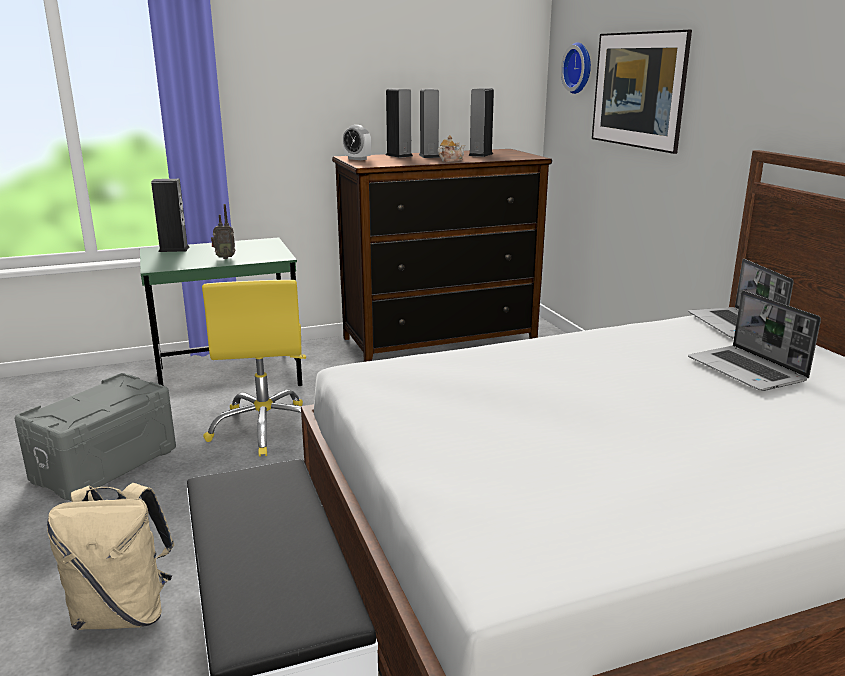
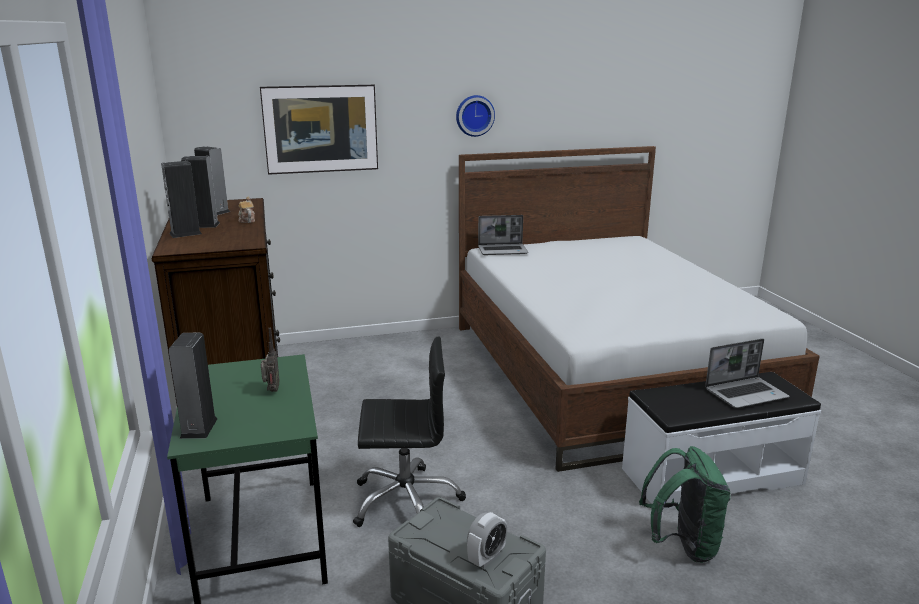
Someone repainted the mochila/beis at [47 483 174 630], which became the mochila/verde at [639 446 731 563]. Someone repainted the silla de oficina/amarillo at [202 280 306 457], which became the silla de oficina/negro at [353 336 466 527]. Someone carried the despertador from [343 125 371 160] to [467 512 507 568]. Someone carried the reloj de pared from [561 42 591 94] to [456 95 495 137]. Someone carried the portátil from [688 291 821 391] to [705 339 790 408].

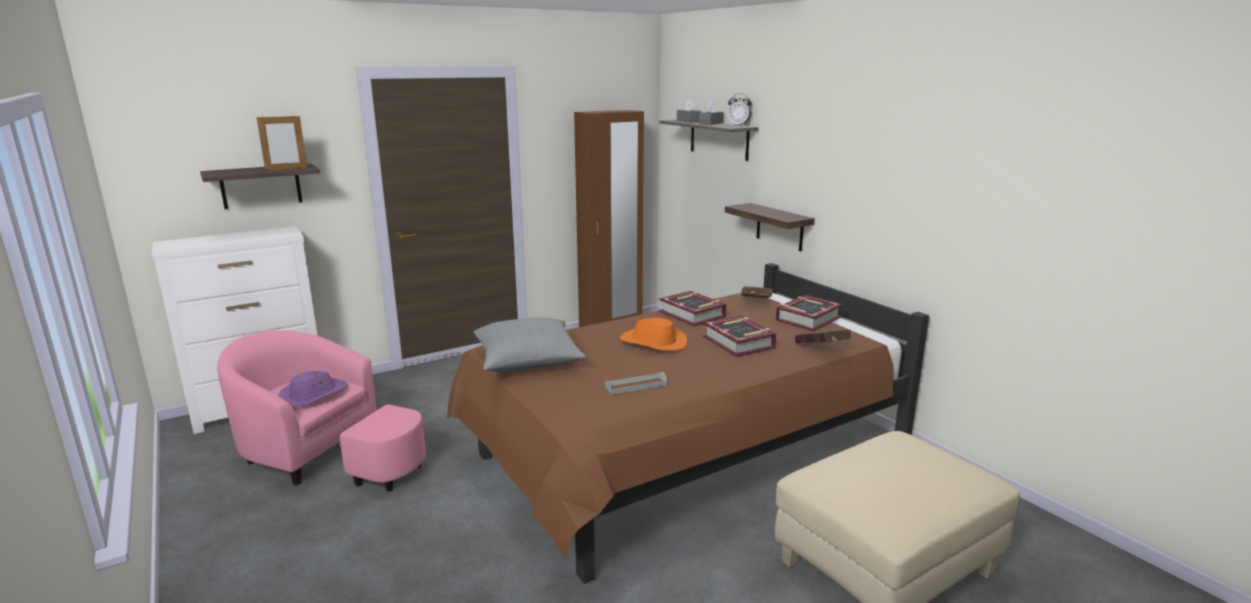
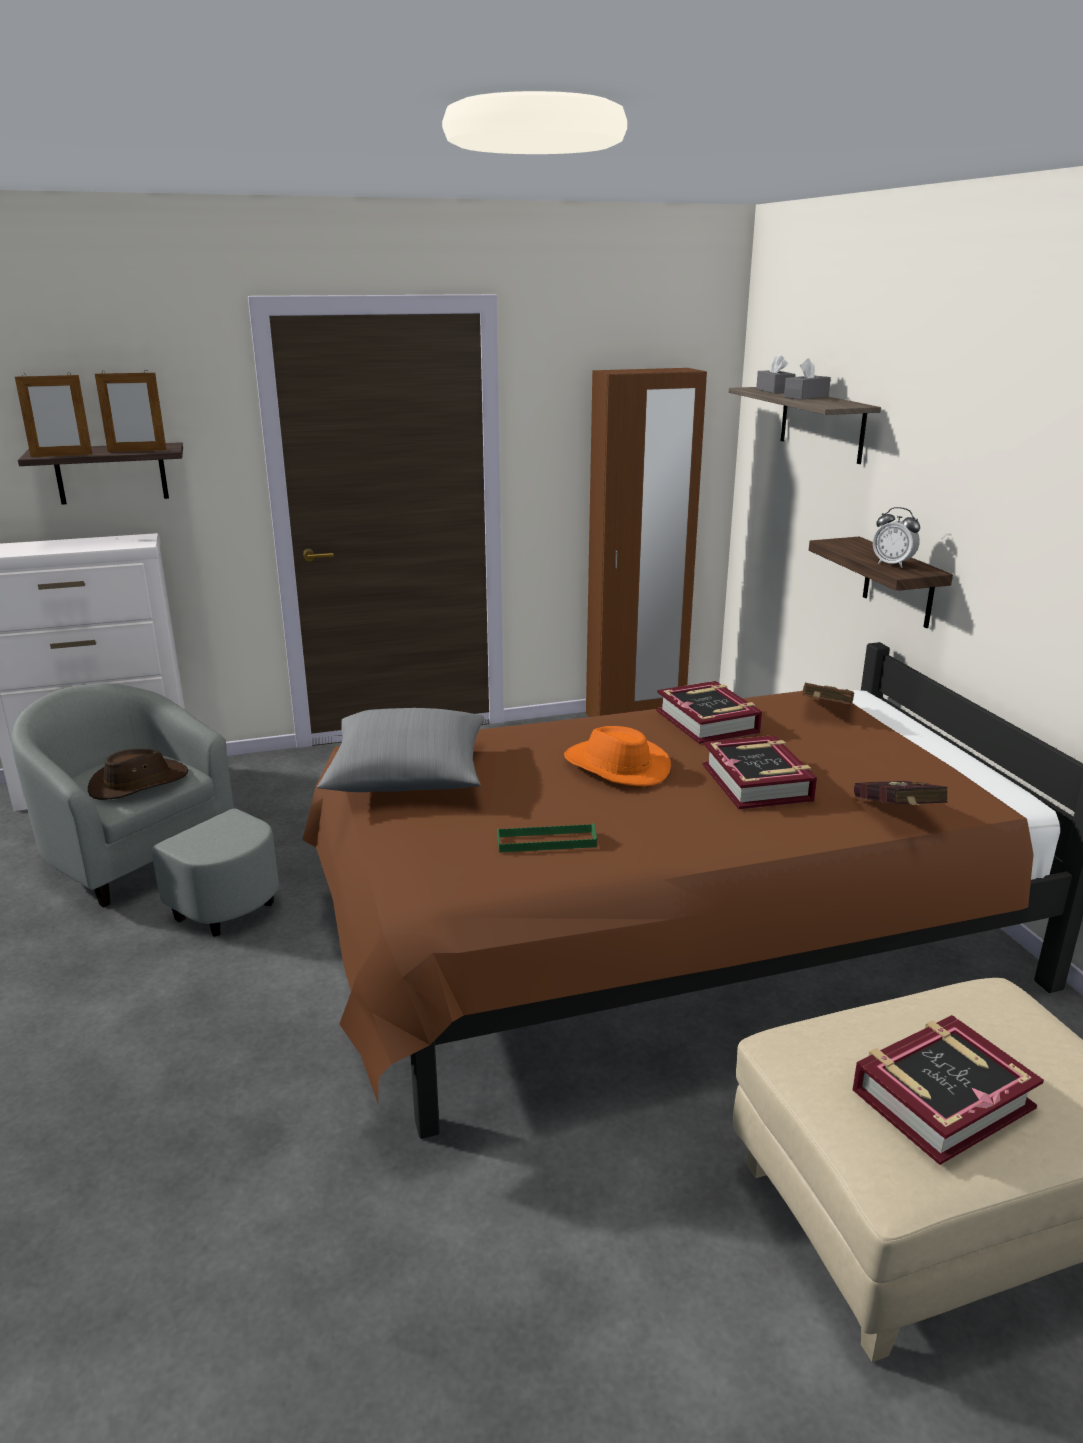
Someone repainted the sillón/rosa at [217 331 426 492], which became the sillón/gris at [11 683 279 937]. Someone repainted the sombrero/morado at [278 371 348 408], which became the sombrero/marrón at [88 749 188 800]. Someone repainted the bandeja/gris at [605 372 668 395], which became the bandeja/verde at [497 823 597 853]. Someone carried the despertador from [727 93 752 126] to [873 507 920 568]. Someone carried the libro from [776 295 843 331] to [852 1015 1044 1165]. Someone put down the portarretratos at [15 372 92 457].

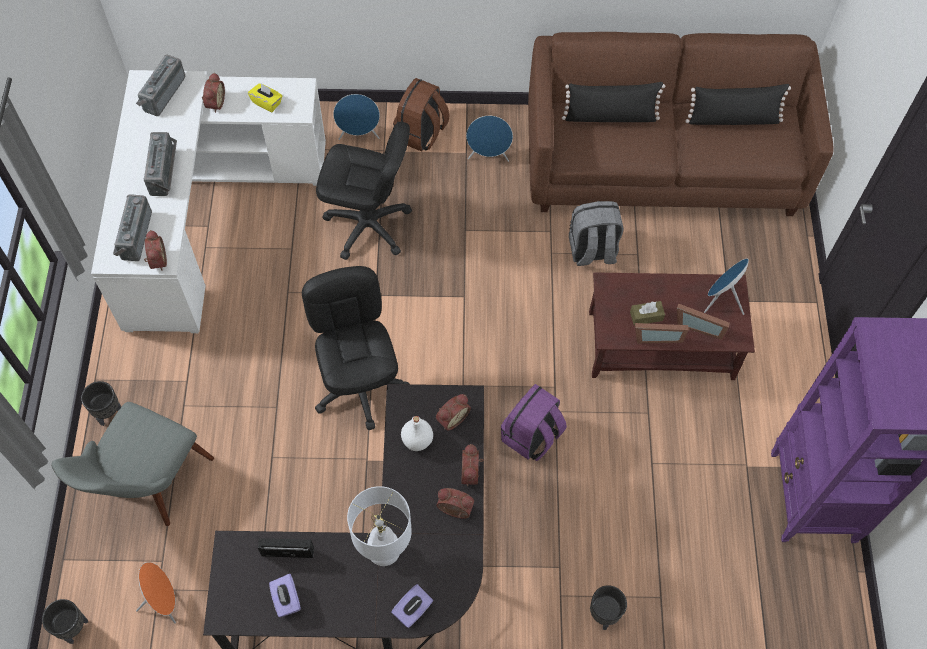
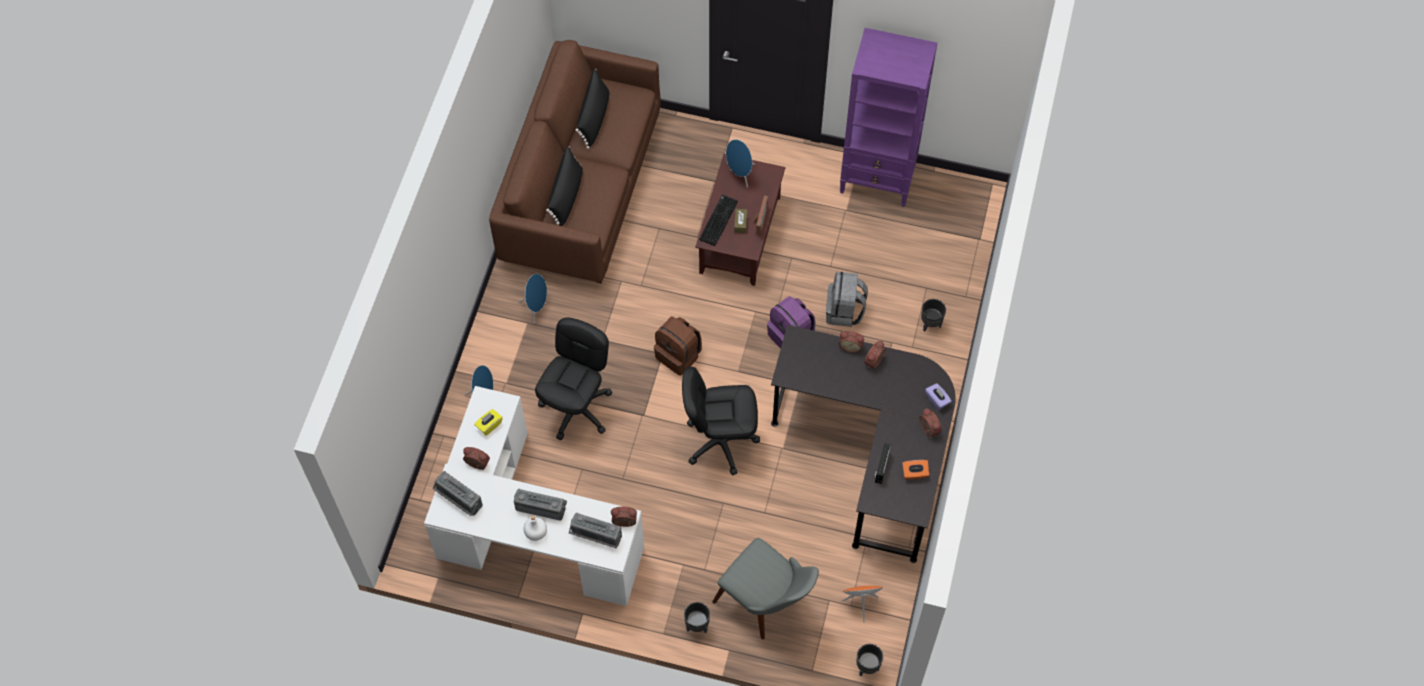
Someone repainted the caja de pañuelos/morado at [269 574 301 617], which became the caja de pañuelos/naranja at [902 460 929 479]. Someone took away the lámpara de mesa/blanco at [347 486 412 566]. Someone carried the mochila/marrón from [393 78 450 152] to [654 316 702 375]. Someone carried the botella/blanco from [401 416 433 451] to [524 515 547 541]. Someone carried the despertador from [436 394 471 430] to [919 409 942 437]. Someone carried the mochila/gris from [569 201 624 266] to [826 272 868 327]. Someone took away the portarretratos at [677 303 730 340]. Someone put down the teclado at [699 195 738 246].

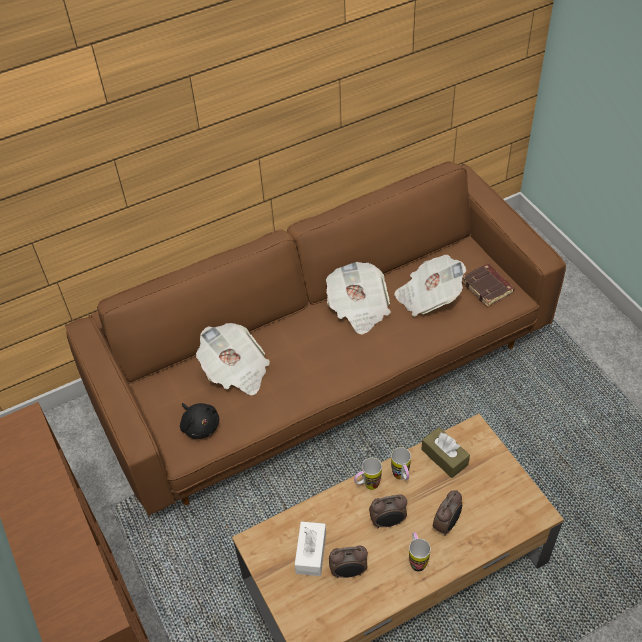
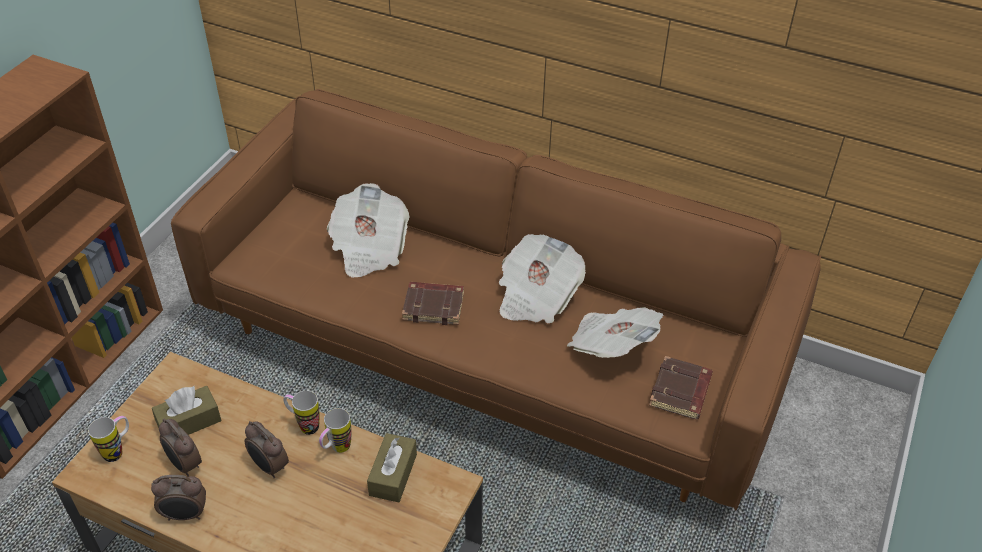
Someone took away the peluche/negro at [180 403 219 439]. Someone repainted the caja de pañuelos/blanco at [295 521 326 576], which became the caja de pañuelos/marrón at [152 386 222 435]. Someone carried the taza grande from [409 532 431 572] to [88 416 129 462]. Someone carried the despertador from [433 490 462 536] to [151 475 206 521]. Someone put down the libro/marrón at [402 282 464 325].

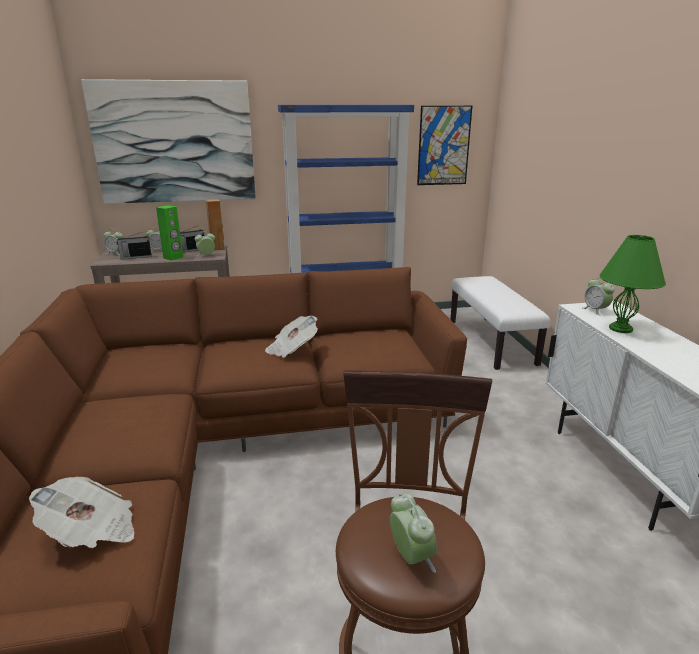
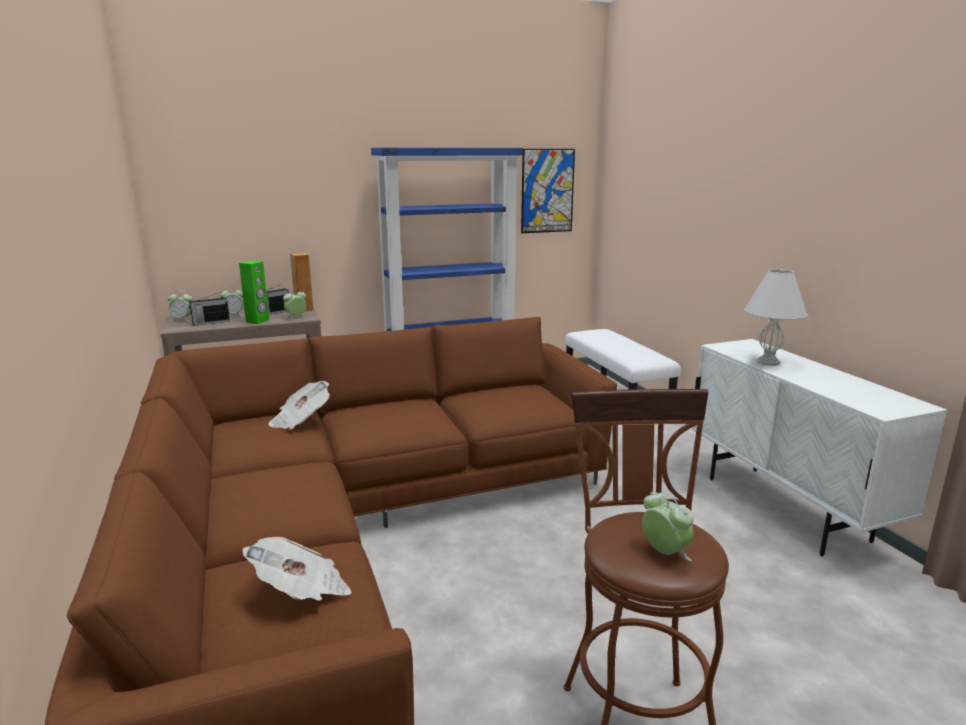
Someone took away the cuadro at [81 79 256 204]. Someone carried the periódico from [265 316 318 358] to [269 381 330 430]. Someone took away the despertador at [582 277 615 316]. Someone repainted the lámpara de mesa/verde at [599 235 666 333], which became the lámpara de mesa/blanco at [744 269 808 366].

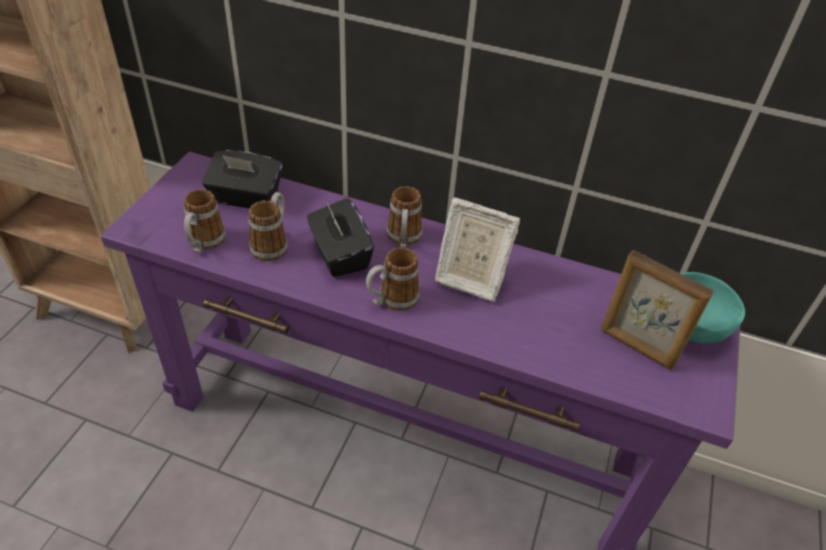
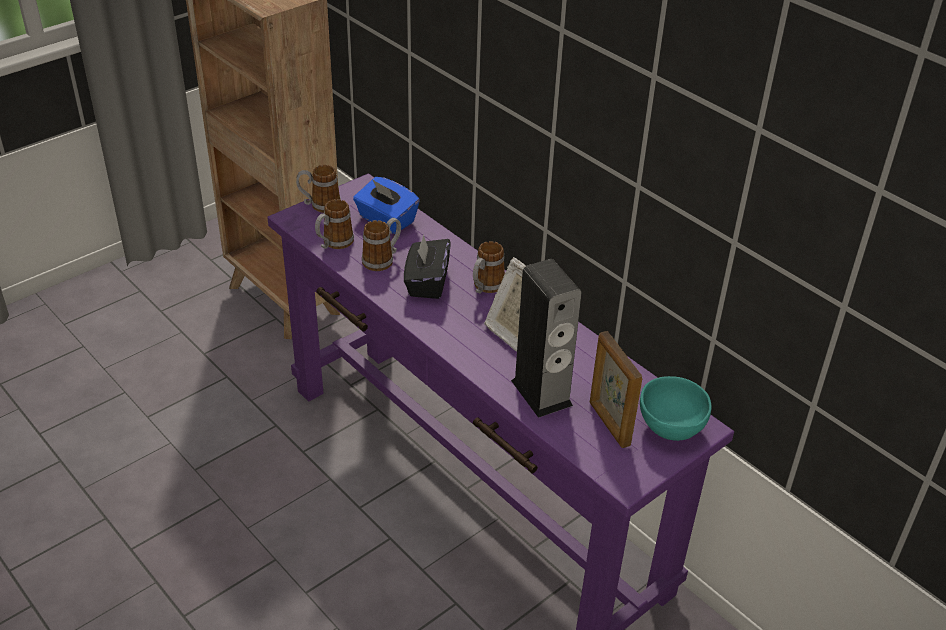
Someone repainted the caja de pañuelos/negro at [202 150 282 209], which became the caja de pañuelos/azul at [353 177 420 234]. Someone carried the taza grande from [366 247 420 311] to [296 165 341 213]. Someone put down the altavoz at [511 259 582 418].

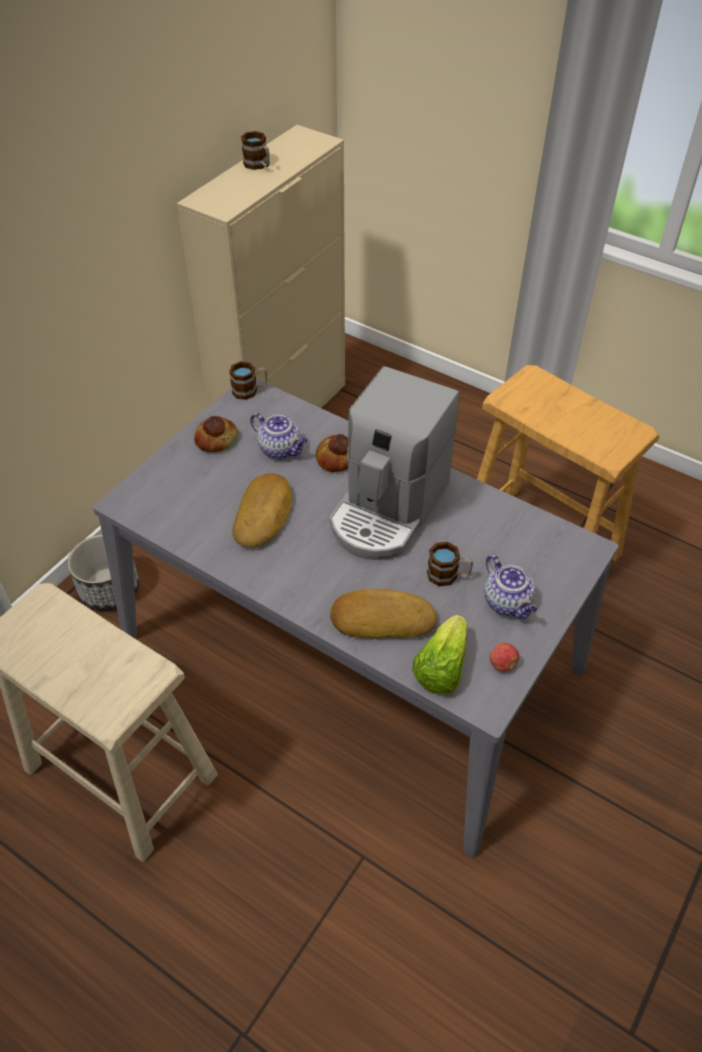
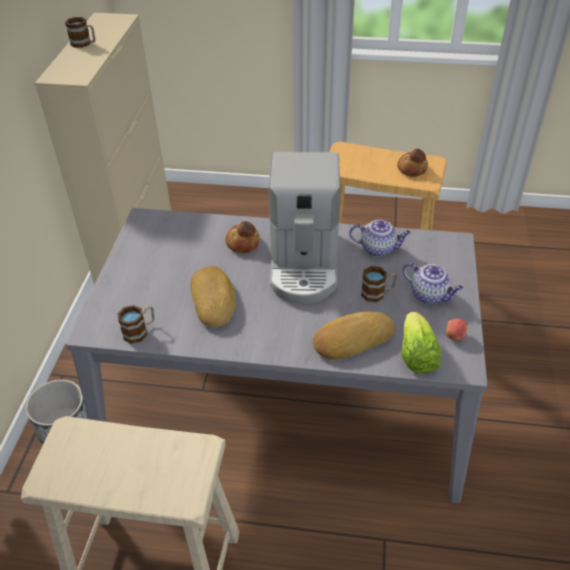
Someone carried the pan from [194 416 238 452] to [397 149 428 177]. Someone carried the taza grande from [229 361 267 400] to [117 305 155 344]. Someone carried the tetera from [250 413 307 459] to [349 220 411 257].

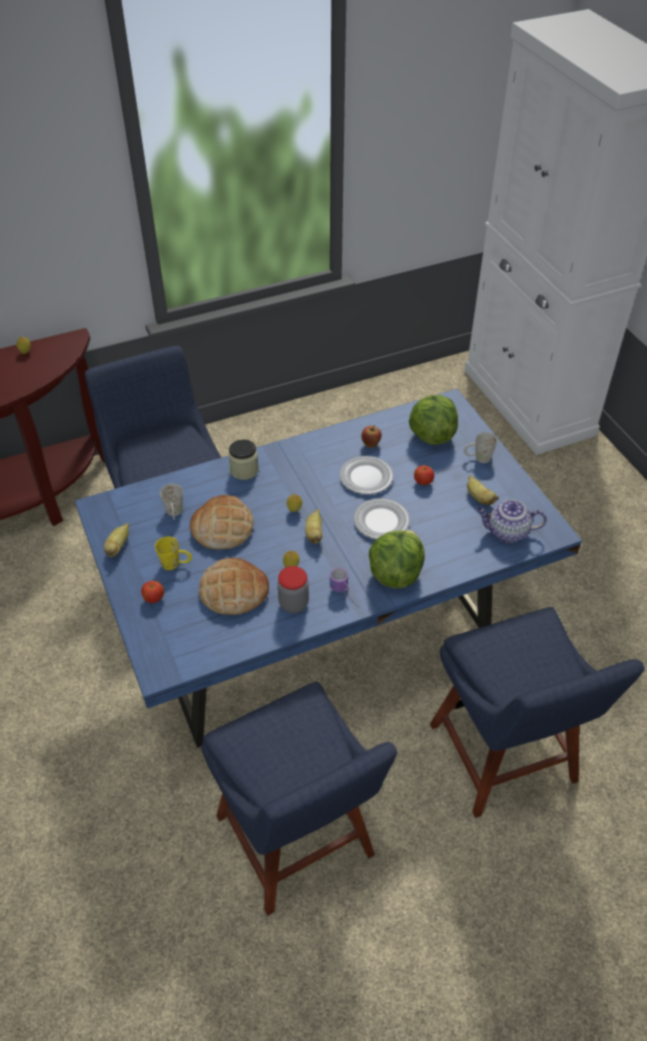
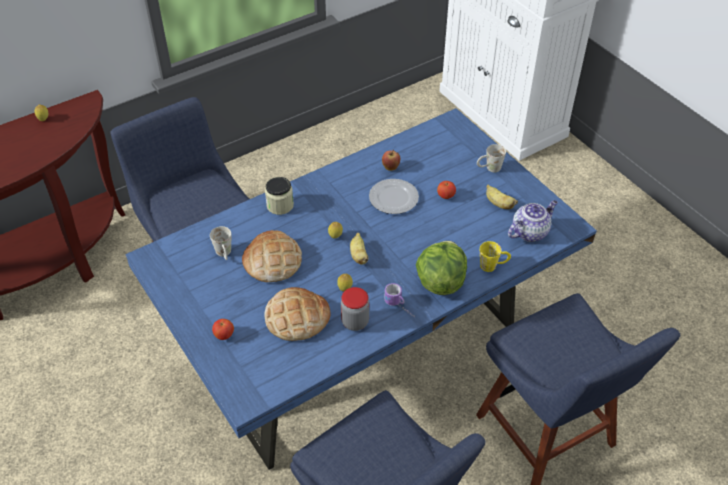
Someone took away the plátano at [104 523 129 557]. Someone carried the taza grande/amarillo from [155 537 192 570] to [480 241 511 272]. Someone took away the plato at [354 498 410 540]. Someone took away the lechuga at [409 395 458 445]. Someone rotated the tetera at [477 500 547 543] by 150 degrees clockwise.

